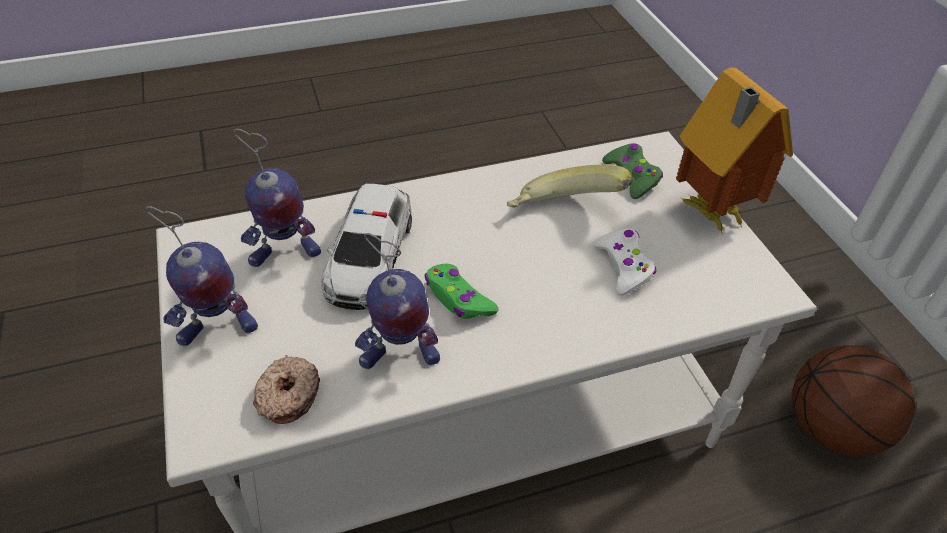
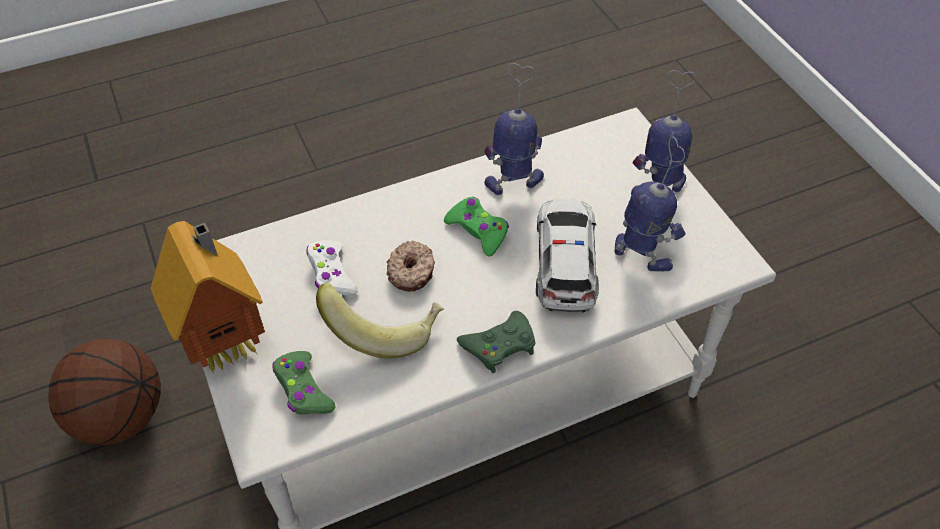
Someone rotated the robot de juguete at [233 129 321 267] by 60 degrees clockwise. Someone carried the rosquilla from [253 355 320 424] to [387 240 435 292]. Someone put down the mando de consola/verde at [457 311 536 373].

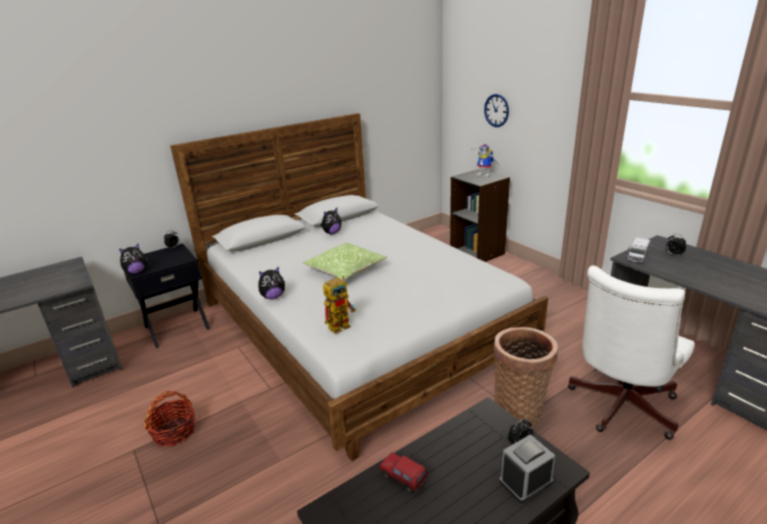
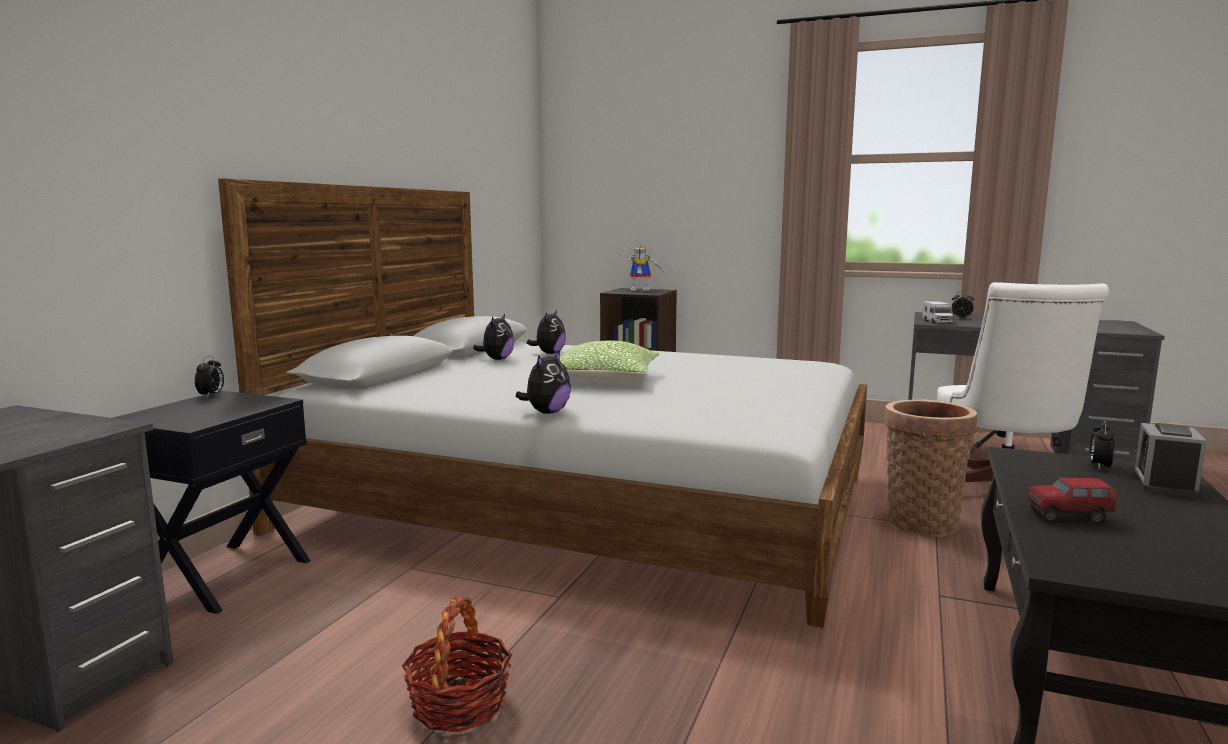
Someone carried the peluche from [119 244 147 274] to [527 310 566 354]. Someone took away the robot de juguete at [323 276 356 334]. Someone took away the reloj de pared at [484 94 509 127].

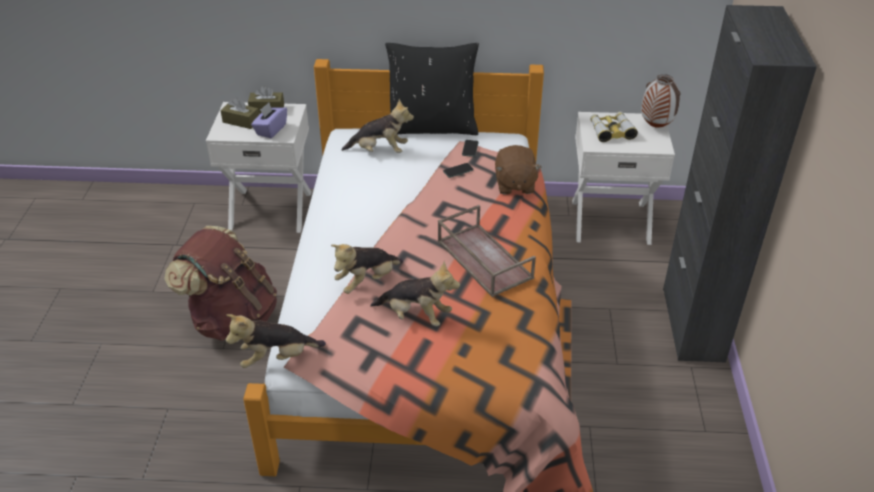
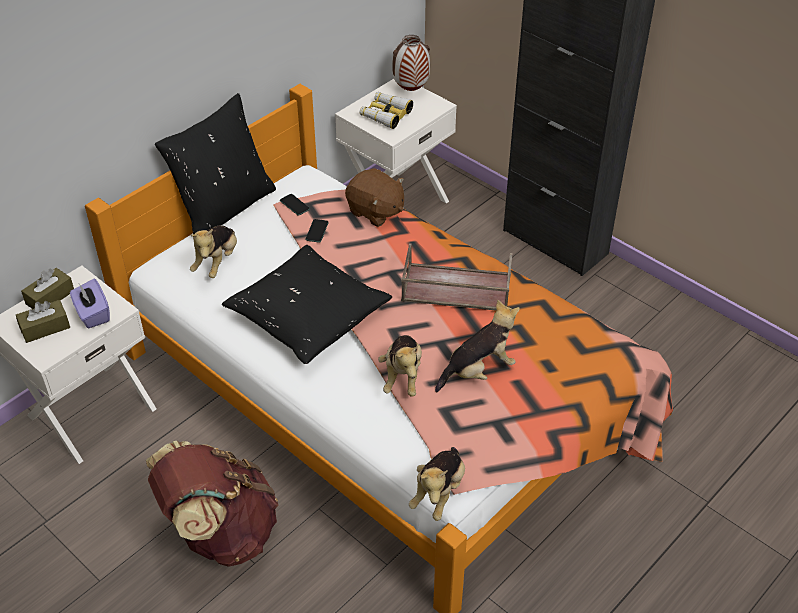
Someone rotated the peluche at [342 99 414 153] by 150 degrees clockwise. Someone put down the cojín/negro at [222 245 392 364].

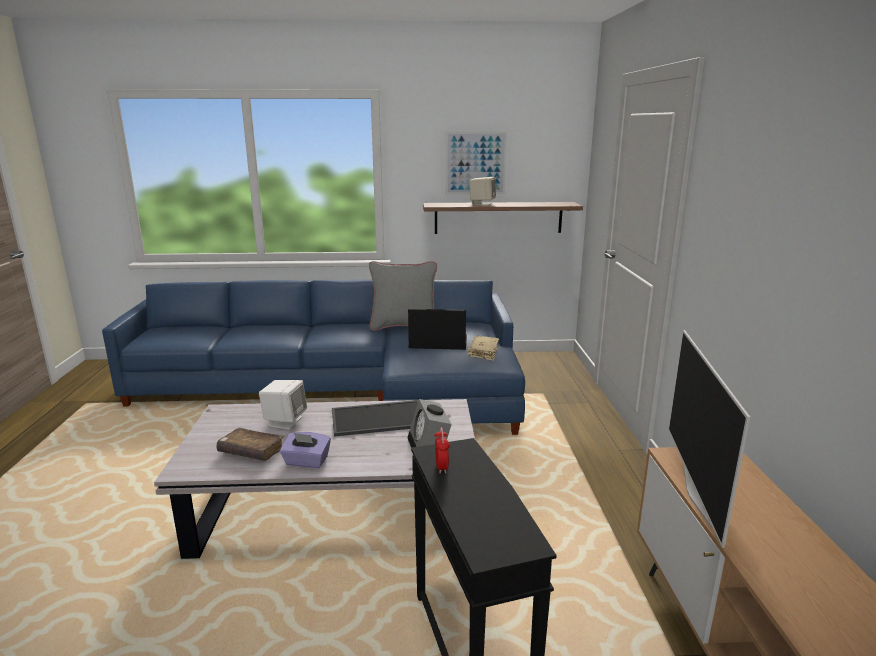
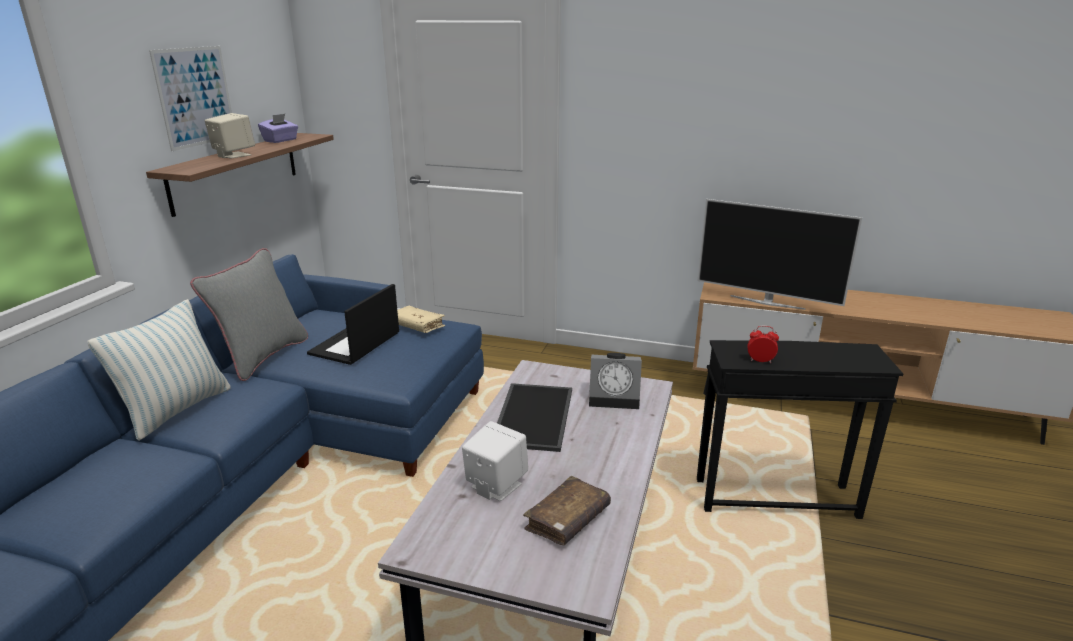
Someone carried the caja de pañuelos/morado from [280 432 331 468] to [258 114 298 143]. Someone put down the cojín at [87 299 231 441].

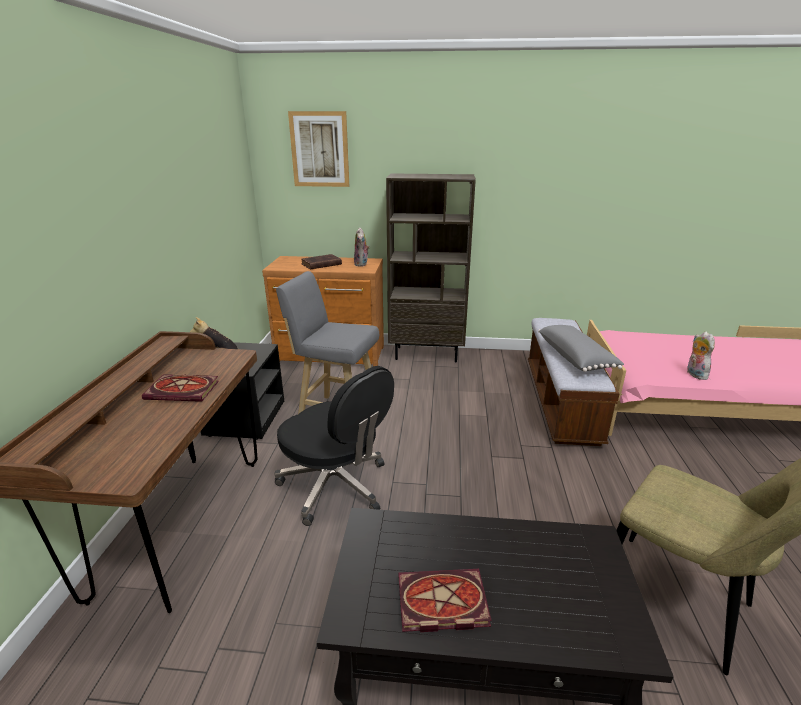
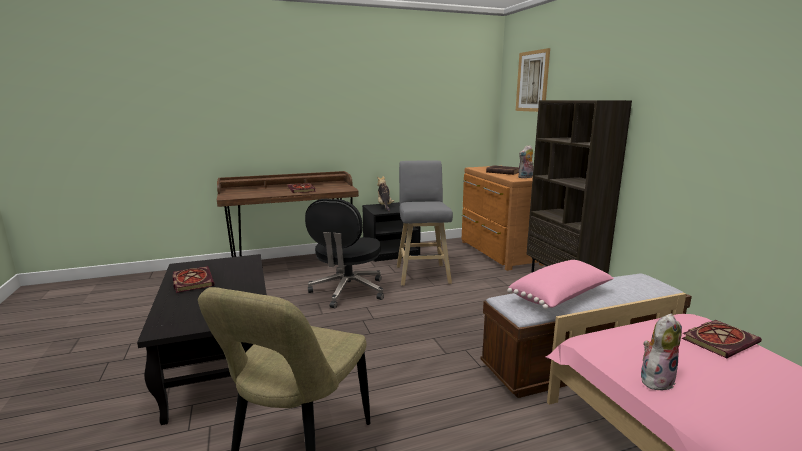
Someone repainted the cojín/gris at [538 325 624 372], which became the cojín/rosa at [507 260 614 309]. Someone put down the libro at [682 320 762 358].

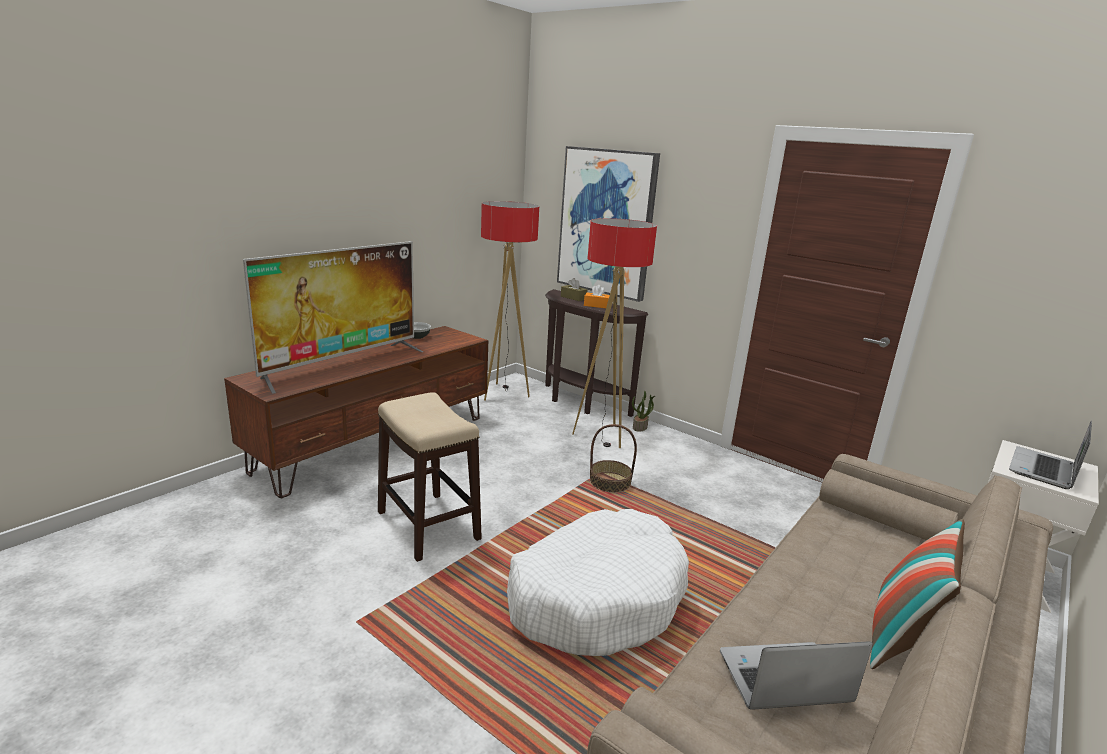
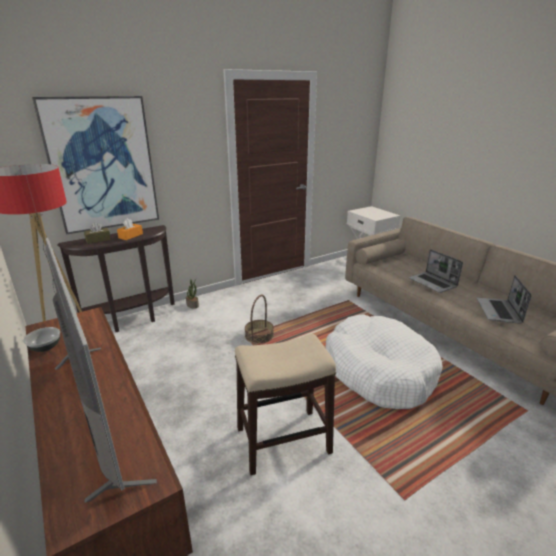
Someone took away the lámpara de pie at [572 218 657 448]. Someone took away the cojín at [870 519 965 669]. Someone carried the portátil from [1009 421 1092 489] to [409 249 463 293].

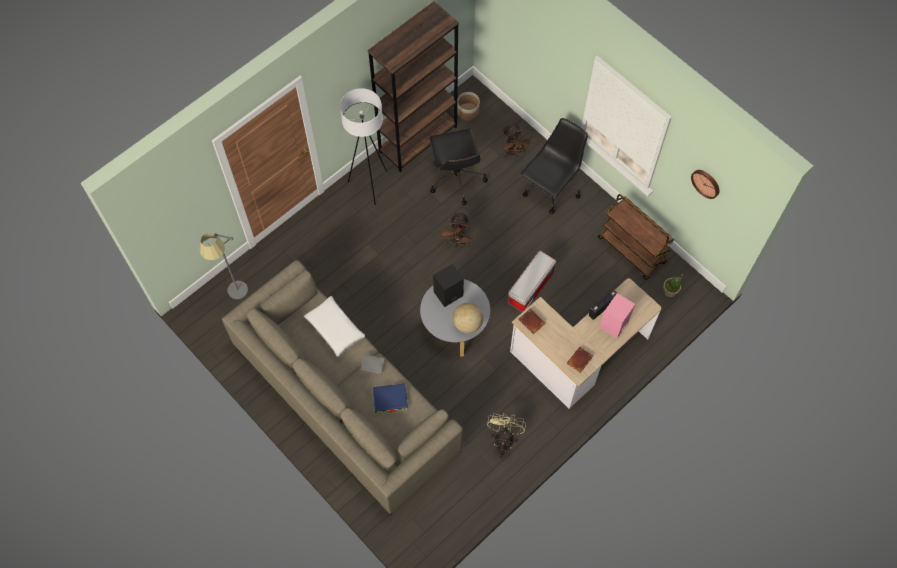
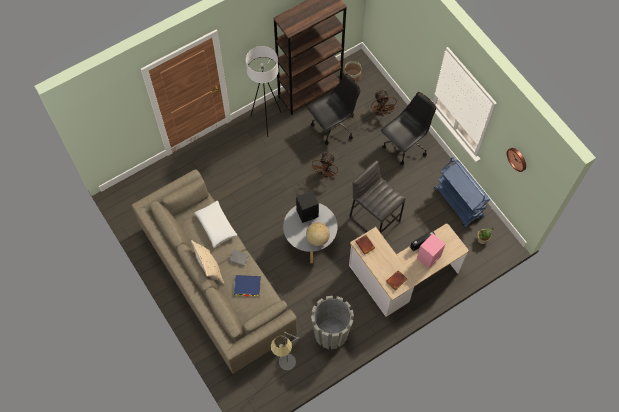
Someone carried the lámpara de pie/gris from [200 233 248 299] to [271 331 299 370]. Someone rotated the silla de oficina/negro at [429 128 488 205] by 120 degrees counterclockwise. Someone swapped the ventilador/beis at [487 413 526 460] for the maceta/gris at [311 296 354 349]. Someone swapped the caja de almacenaje at [508 251 556 312] for the taburete/gris at [349 160 406 233]. Someone repainted the carrito/marrón at [598 194 674 280], which became the carrito/azul at [434 157 490 227]. Someone put down the cojín/beis at [191 240 224 284].

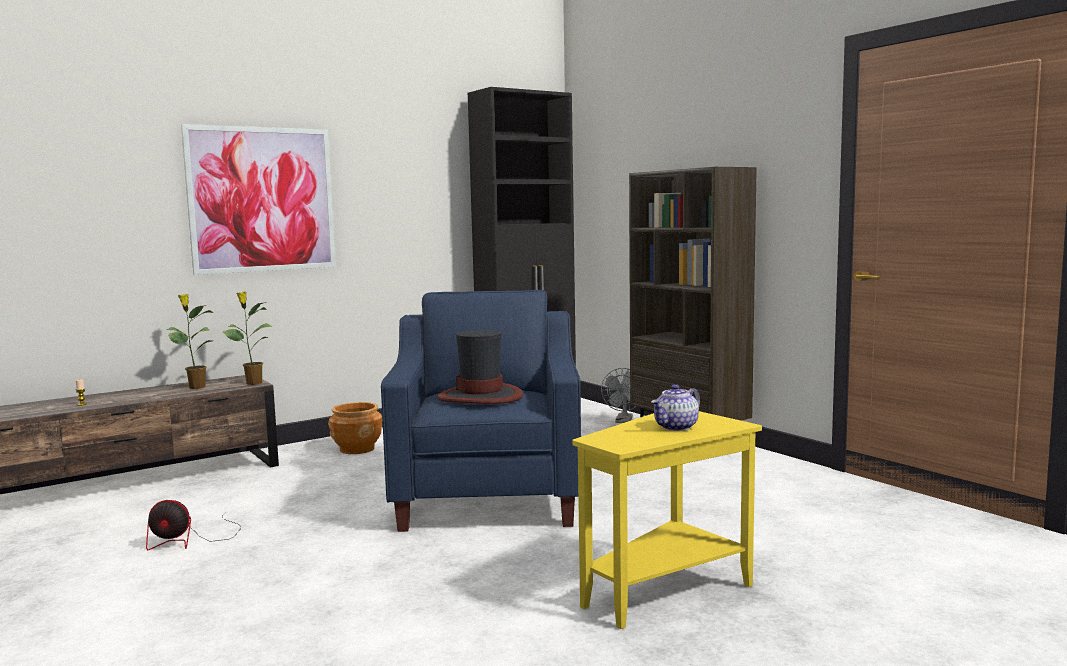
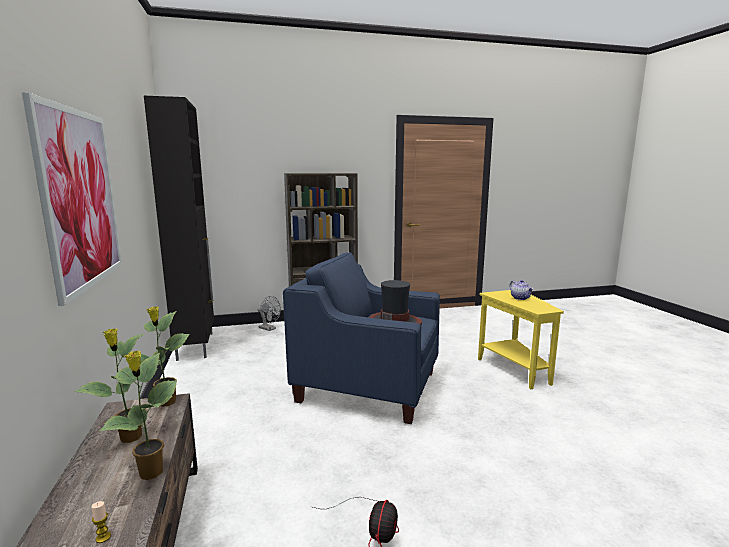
Someone took away the maceta/marrón at [328 402 382 454]. Someone put down the planta en maceta at [99 351 177 480].

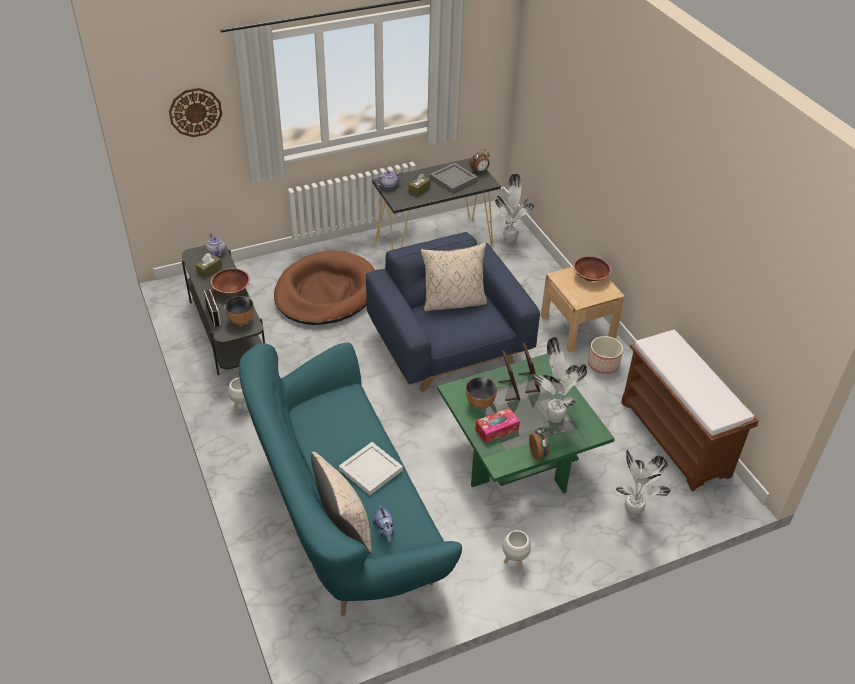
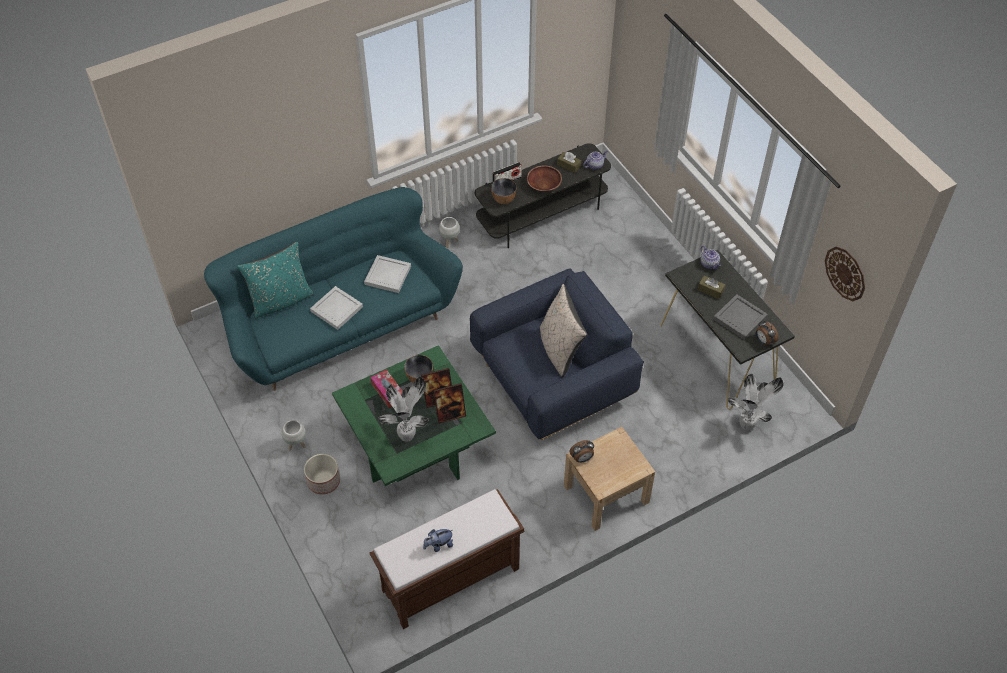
Someone carried the reloj de pared from [169 88 222 137] to [825 246 865 301]. Someone took away the cama para perro/marrón at [274 251 375 325]. Someone repainted the cojín/beis at [311 452 372 554], which became the cojín/turquesa at [237 242 314 319]. Someone carried the peluche from [373 504 394 543] to [423 529 453 552]. Someone carried the despertador from [529 428 550 460] to [569 440 594 463]. Someone took away the cuenco/marrón at [573 256 611 281]. Someone carried the maceta from [588 336 623 374] to [304 454 340 495]. Someone took away the planta en maceta at [616 450 671 517]. Someone put down the bandeja/blanco at [364 255 411 293].

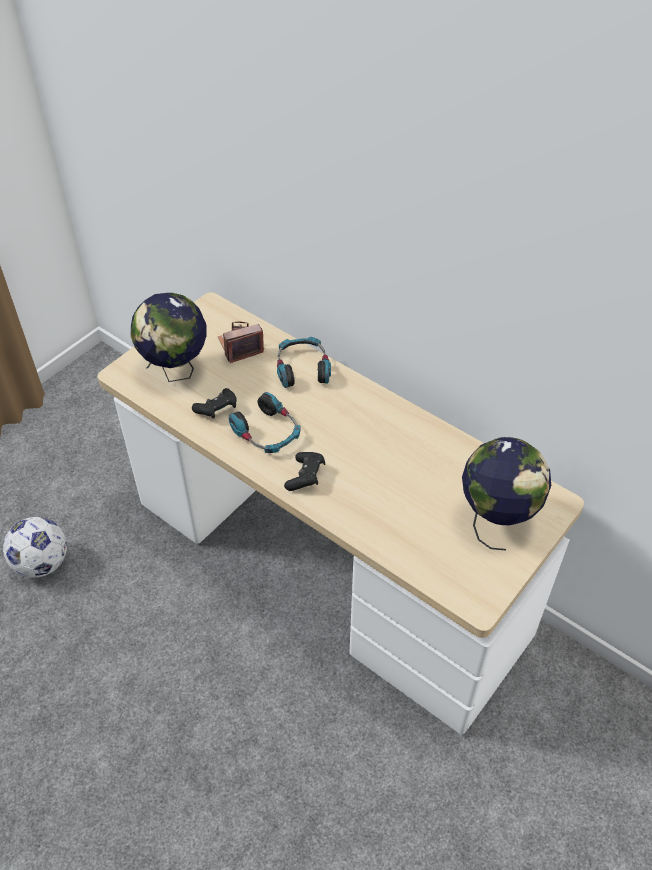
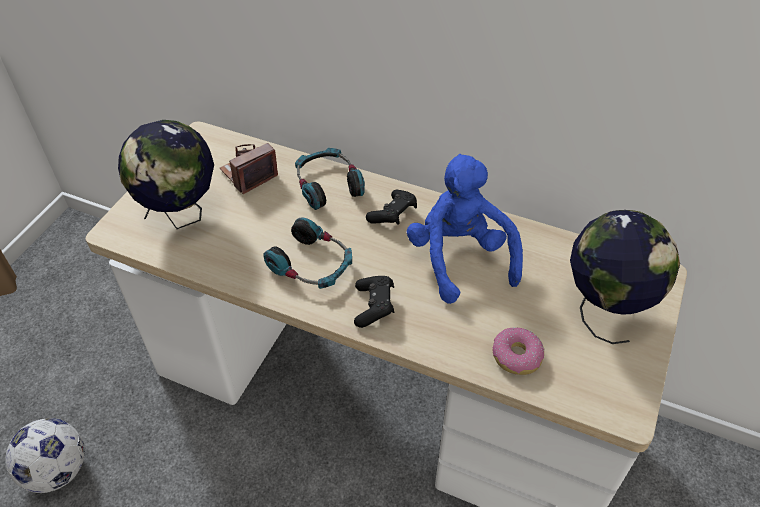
Someone carried the mando de consola/negro from [192 388 237 419] to [366 190 417 225]. Someone put down the peluche/azul at [406 154 523 304]. Someone put down the rosquilla at [493 327 544 375].

